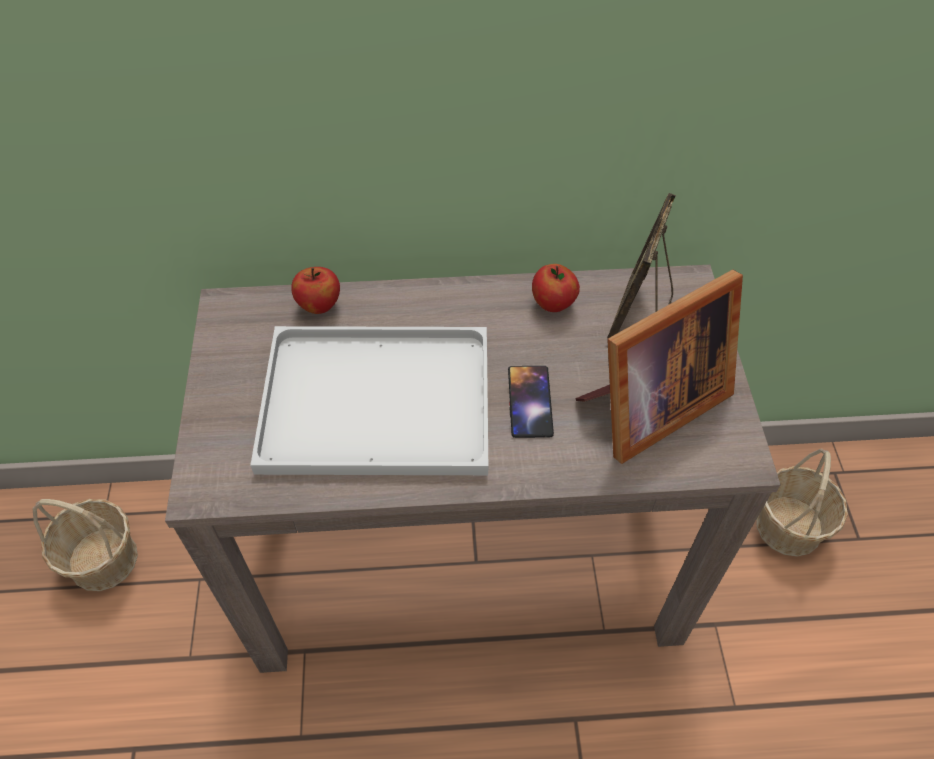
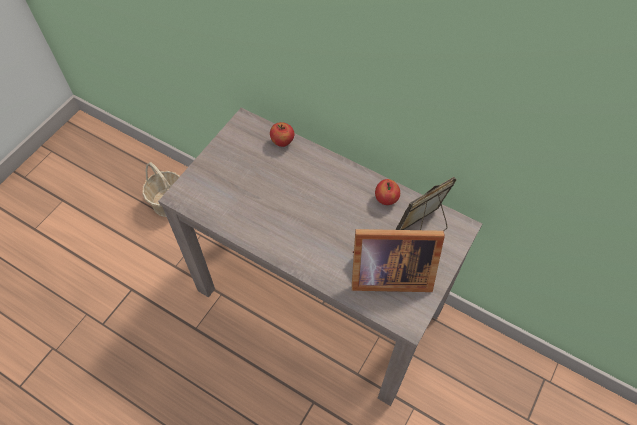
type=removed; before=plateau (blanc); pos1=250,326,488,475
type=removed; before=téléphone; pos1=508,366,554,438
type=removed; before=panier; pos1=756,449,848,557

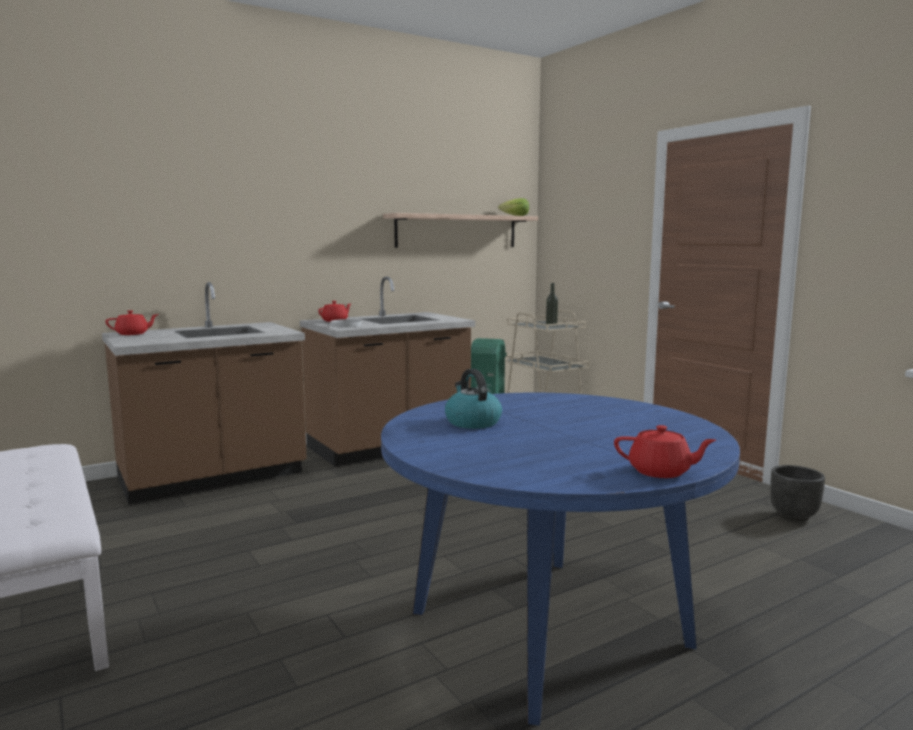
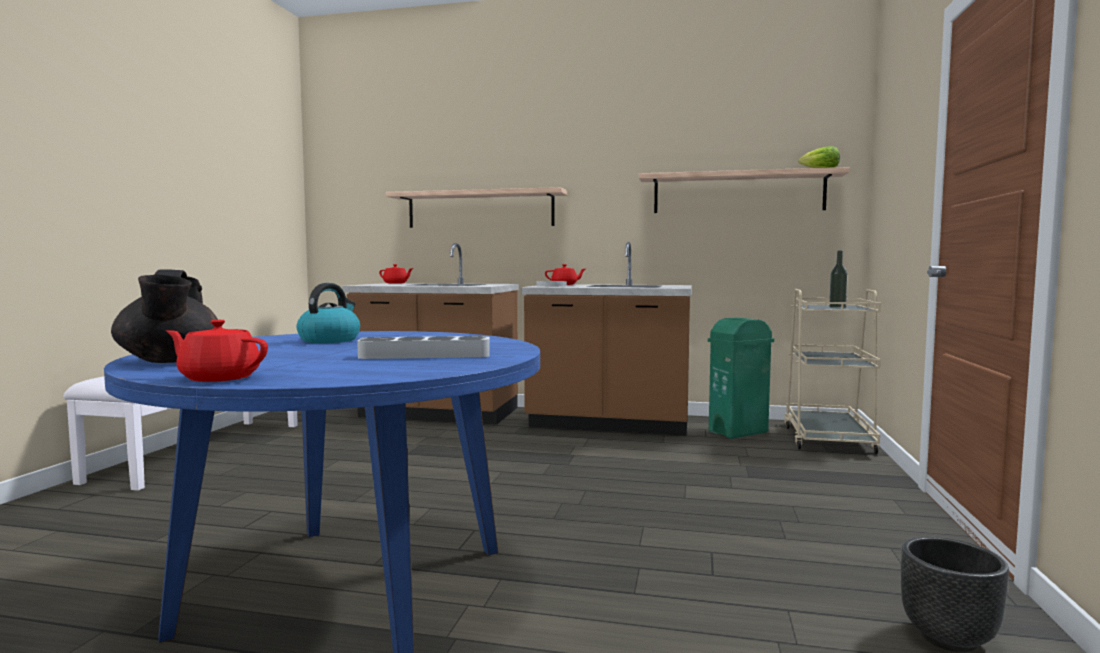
type=added; after=théière (noir); pos2=111,269,218,363
type=added; after=plateau (gris); pos2=357,336,490,359
type=added; after=étagère; pos2=386,187,567,228
type=turned; before=théière (rouge); pos1=614,425,716,478; pos2=166,320,268,382; turn=135

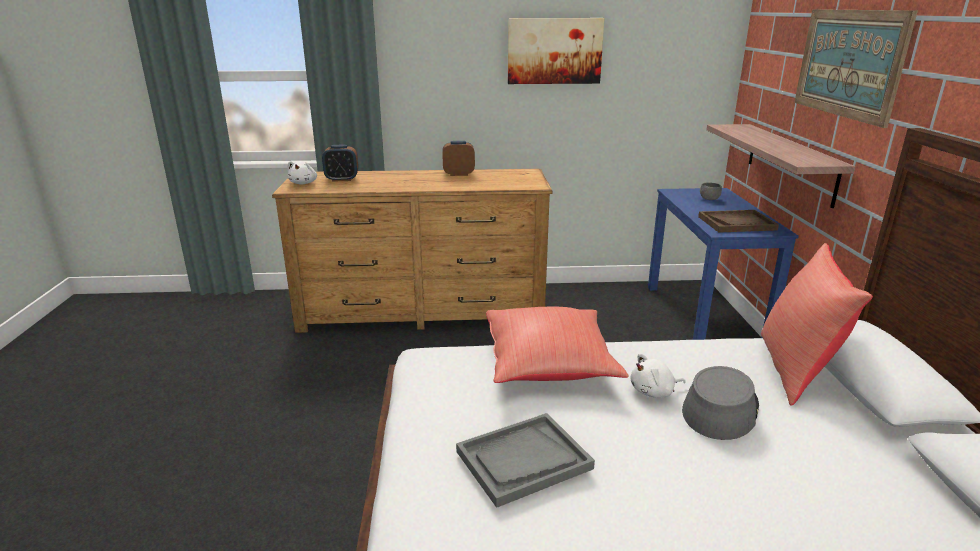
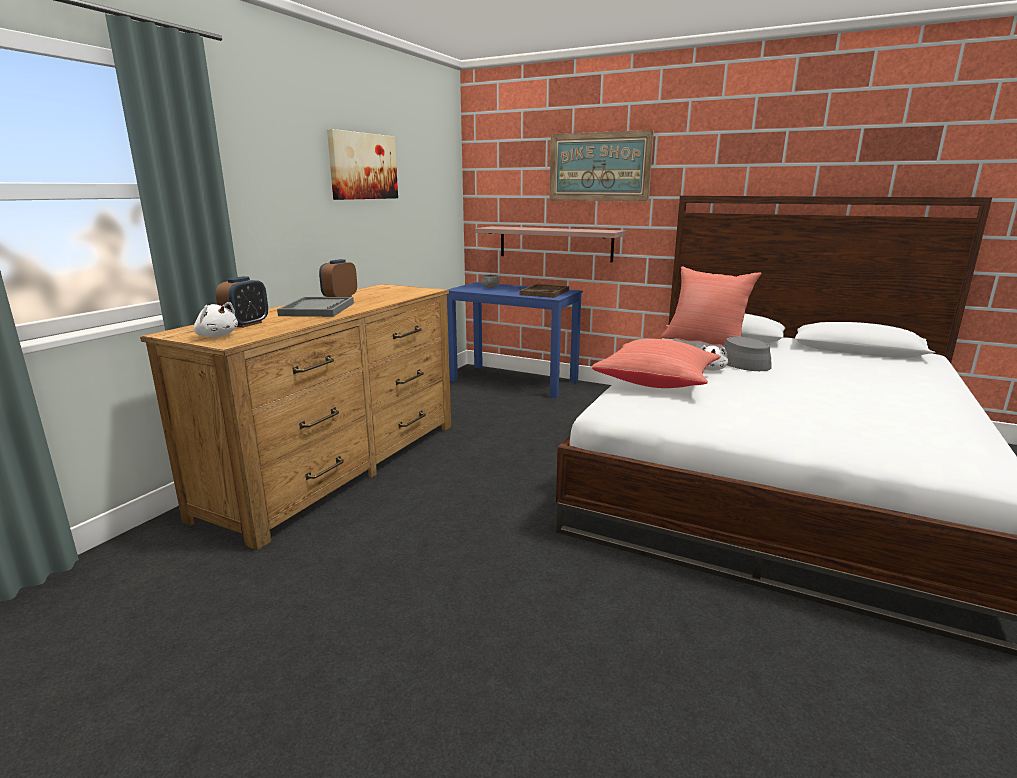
type=moved; before=plateau (gris); pos1=456,413,595,508; pos2=277,297,354,317

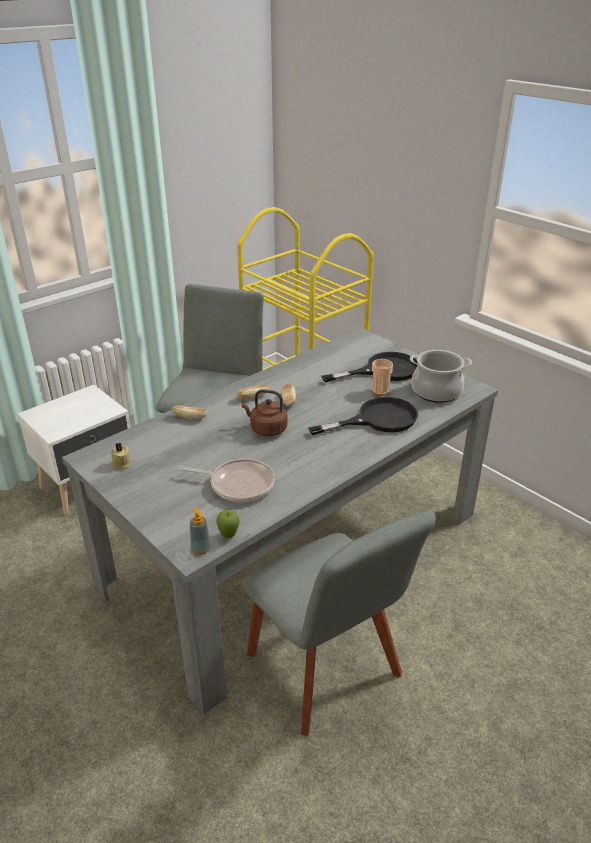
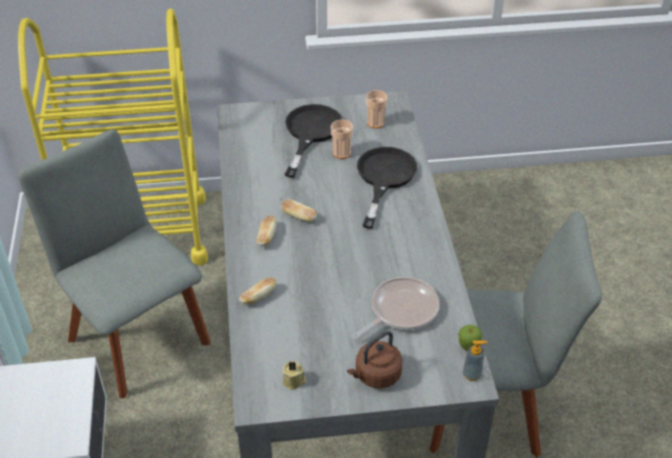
type=moved; before=bouilloire (marron); pos1=242,389,287,437; pos2=347,331,403,389
type=replaced; before=marmite; after=tasse; pos1=410,350,472,403; pos2=366,90,388,128

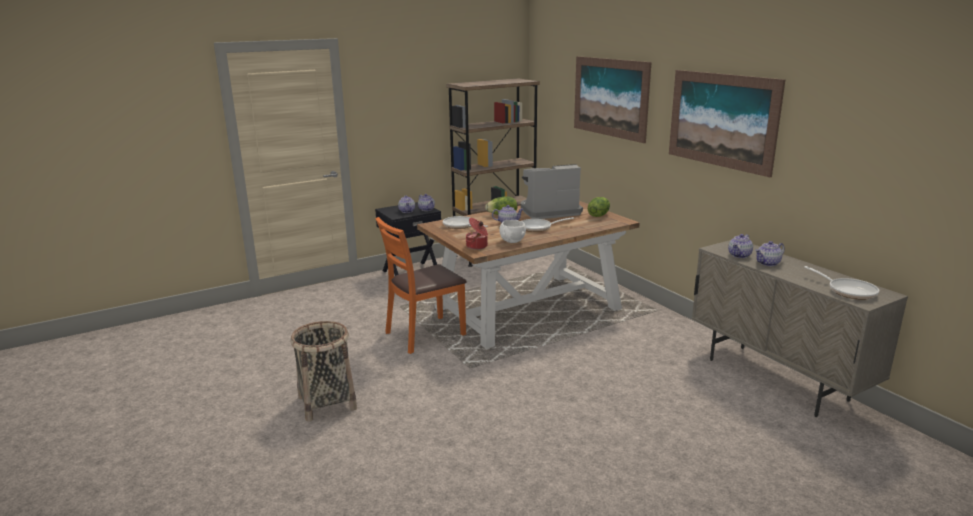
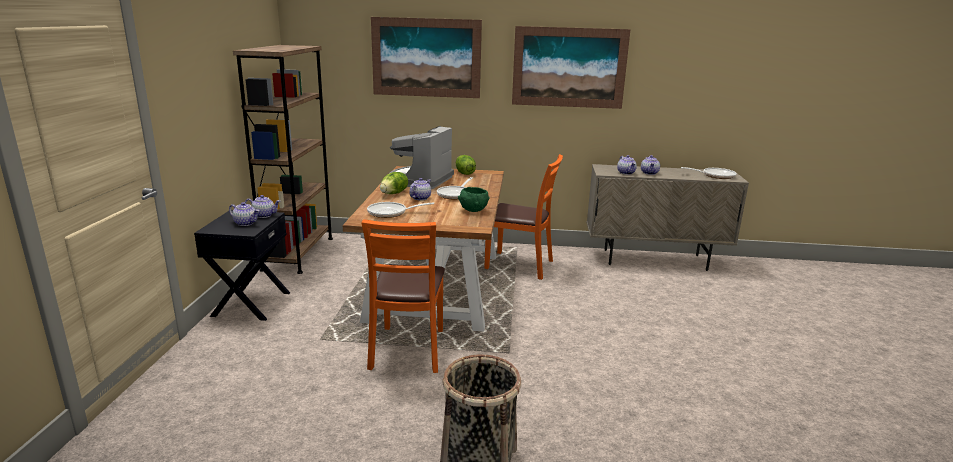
type=removed; before=marmite; pos1=466,218,488,250
type=added; after=chaise (orange); pos2=484,154,563,280
type=recoloured; before=bol (blanc); after=bol (vert); pos1=499,220,526,243; pos2=458,187,489,212

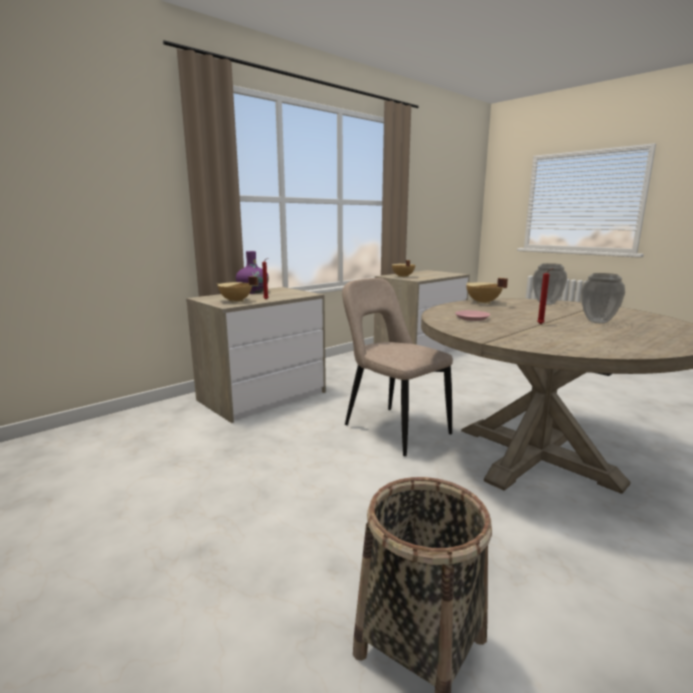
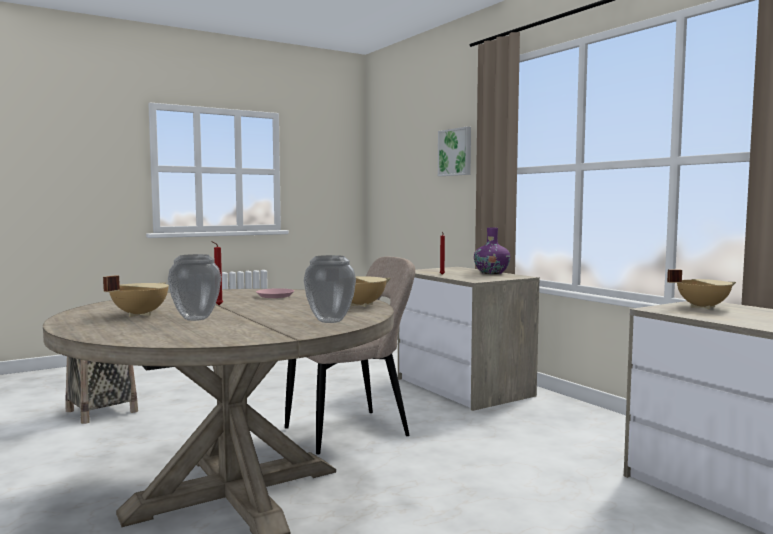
type=added; after=tableau; pos2=438,127,471,176
type=moved; before=marmite (beige); pos1=216,276,258,303; pos2=103,275,169,317

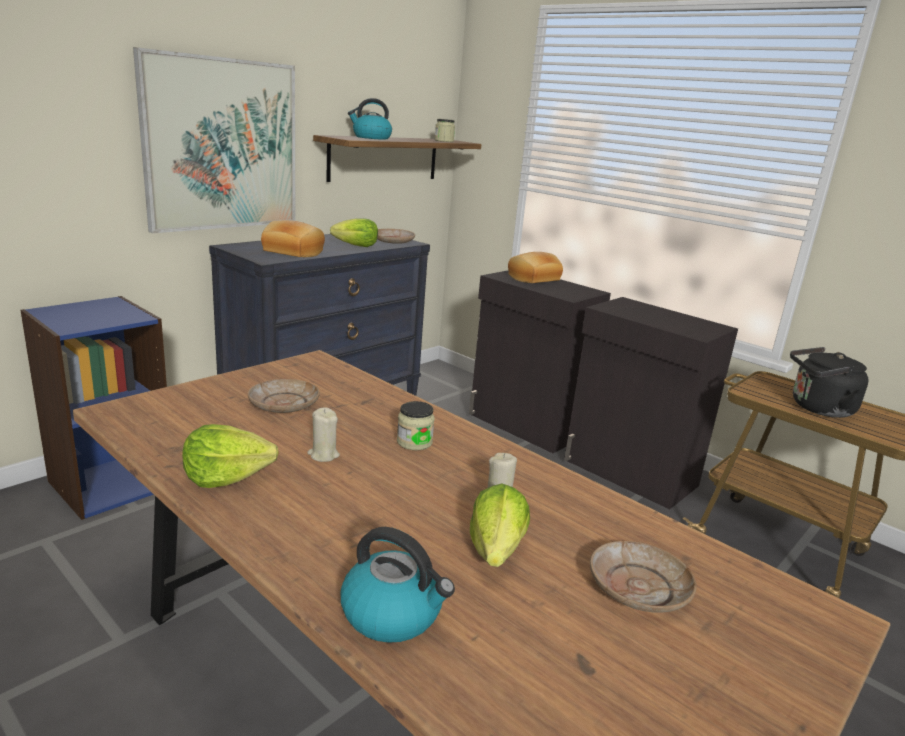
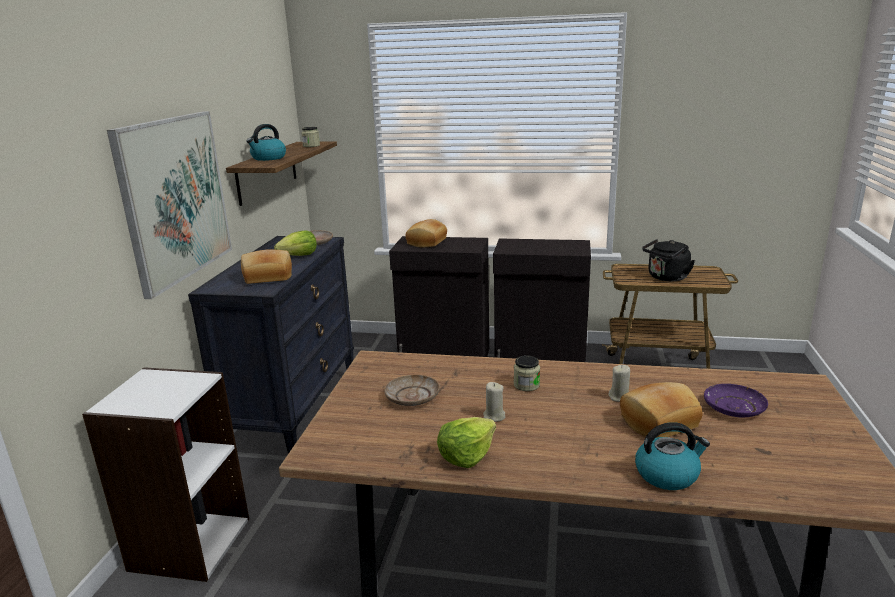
type=replaced; before=laitue; after=pain; pos1=470,483,530,567; pos2=620,382,702,438
type=recoloured; before=bibliothèque (bleu); after=bibliothèque (blanc); pos1=20,296,167,520; pos2=82,367,249,582
type=recoloured; before=assiette (beige); after=assiette (violet); pos1=590,541,697,613; pos2=704,384,768,417

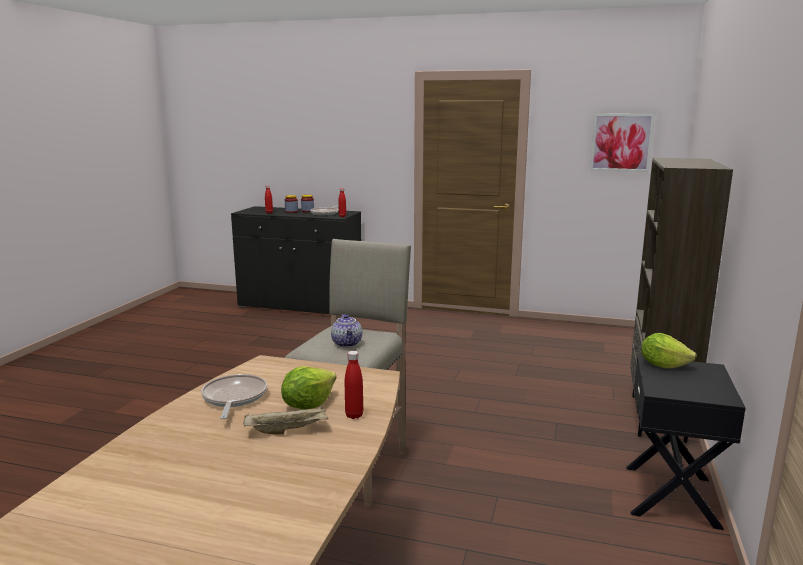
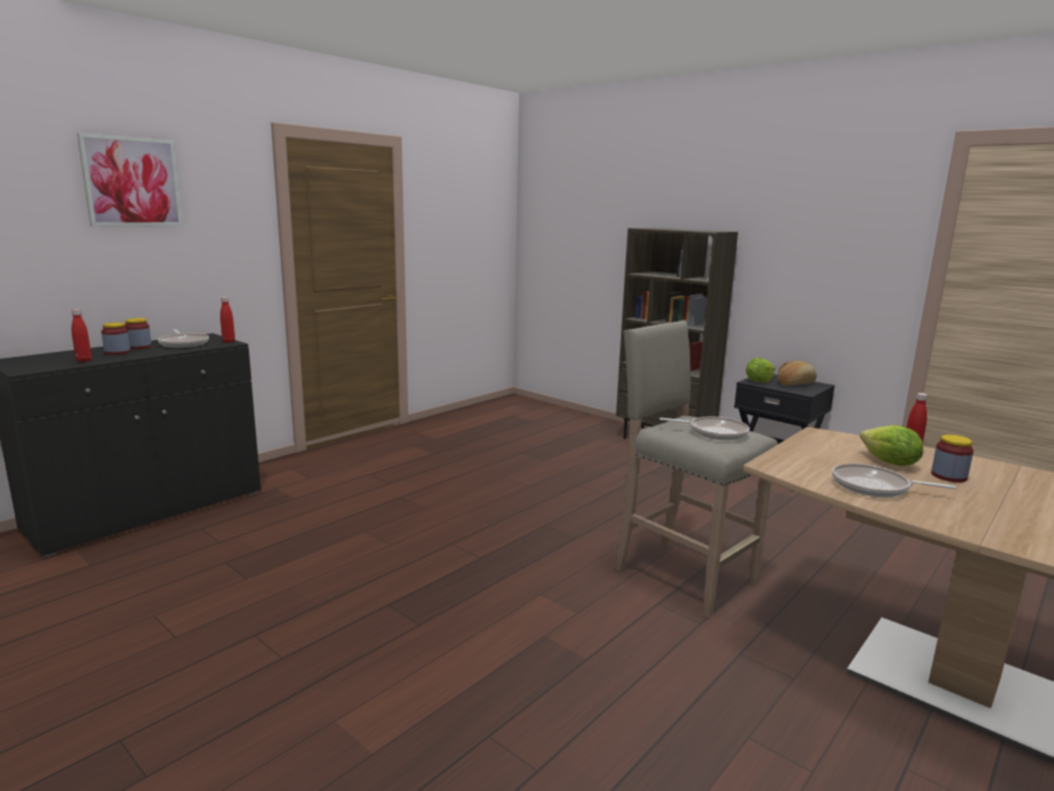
type=added; after=pain; pos2=778,361,817,386
type=moved; before=tableau; pos1=590,113,655,172; pos2=77,133,183,227
type=replaced; before=plateau (beige); after=bocal; pos1=243,405,328,434; pos2=931,435,974,482
type=replaced; before=théière; after=poêle; pos1=331,314,362,348; pos2=659,416,750,440

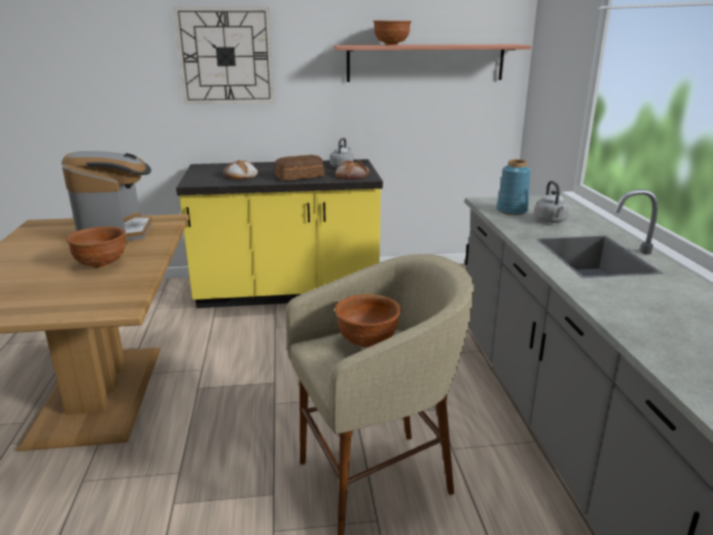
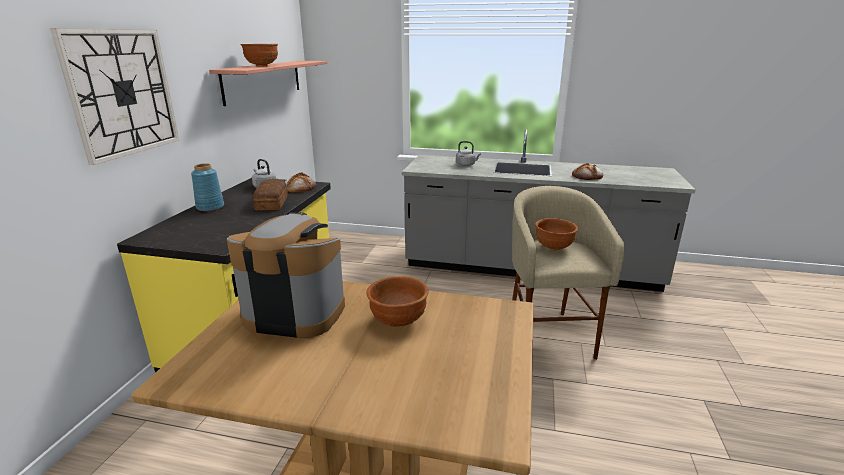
type=moved; before=pain; pos1=223,160,258,179; pos2=572,163,603,180
type=moved; before=vase (bleu); pos1=497,159,531,215; pos2=191,163,224,211

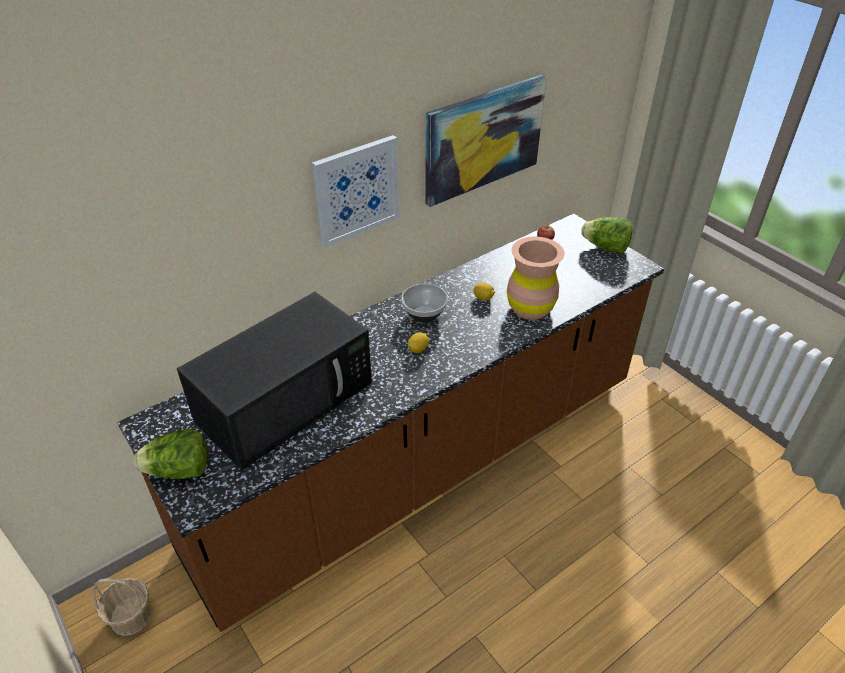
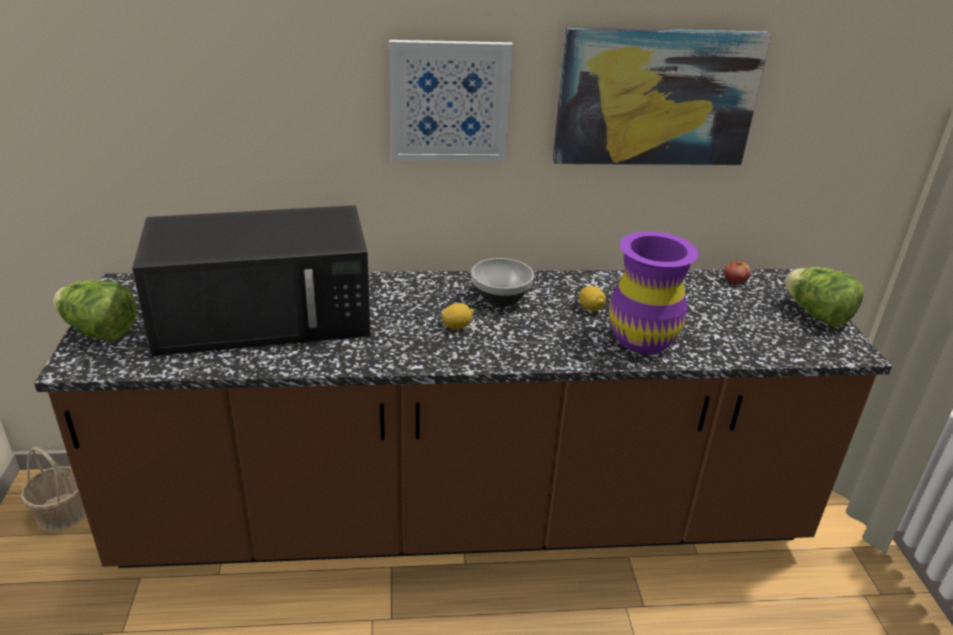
type=recoloured; before=vase (marron); after=vase (violet); pos1=507,237,565,320; pos2=609,231,699,354

